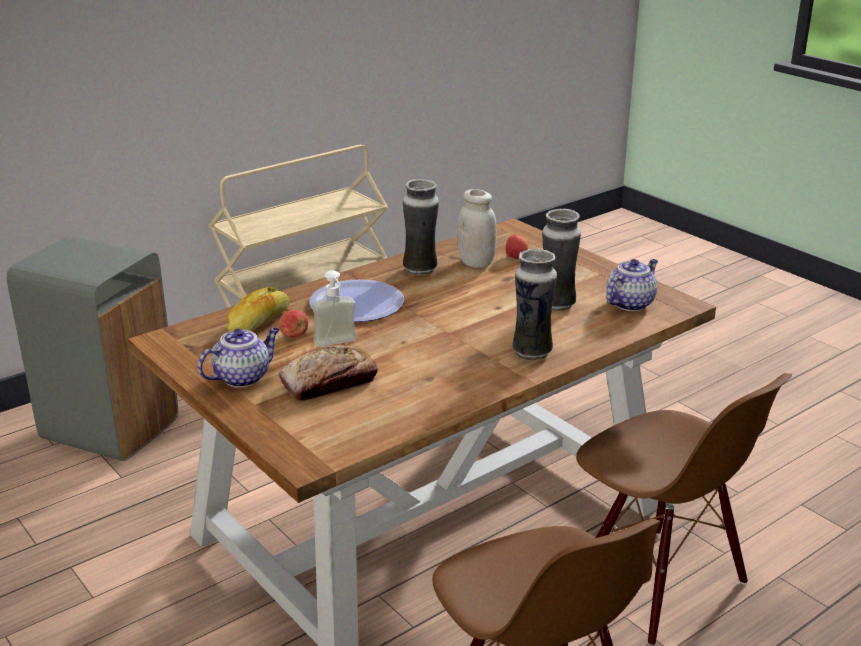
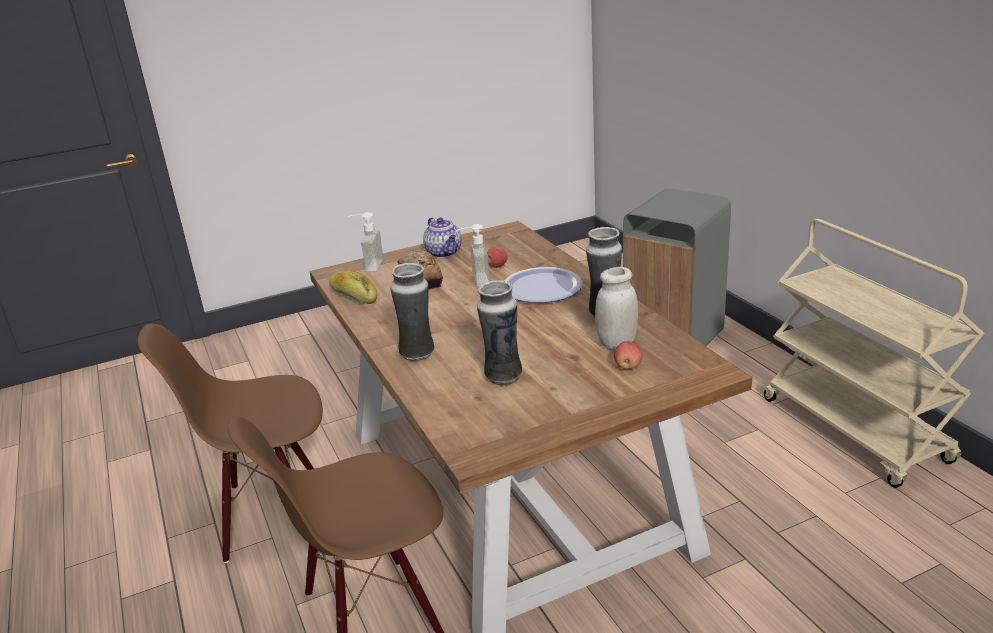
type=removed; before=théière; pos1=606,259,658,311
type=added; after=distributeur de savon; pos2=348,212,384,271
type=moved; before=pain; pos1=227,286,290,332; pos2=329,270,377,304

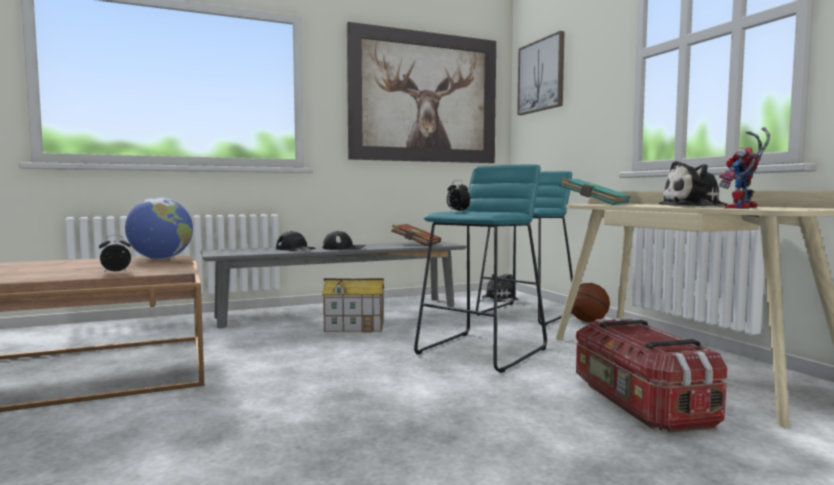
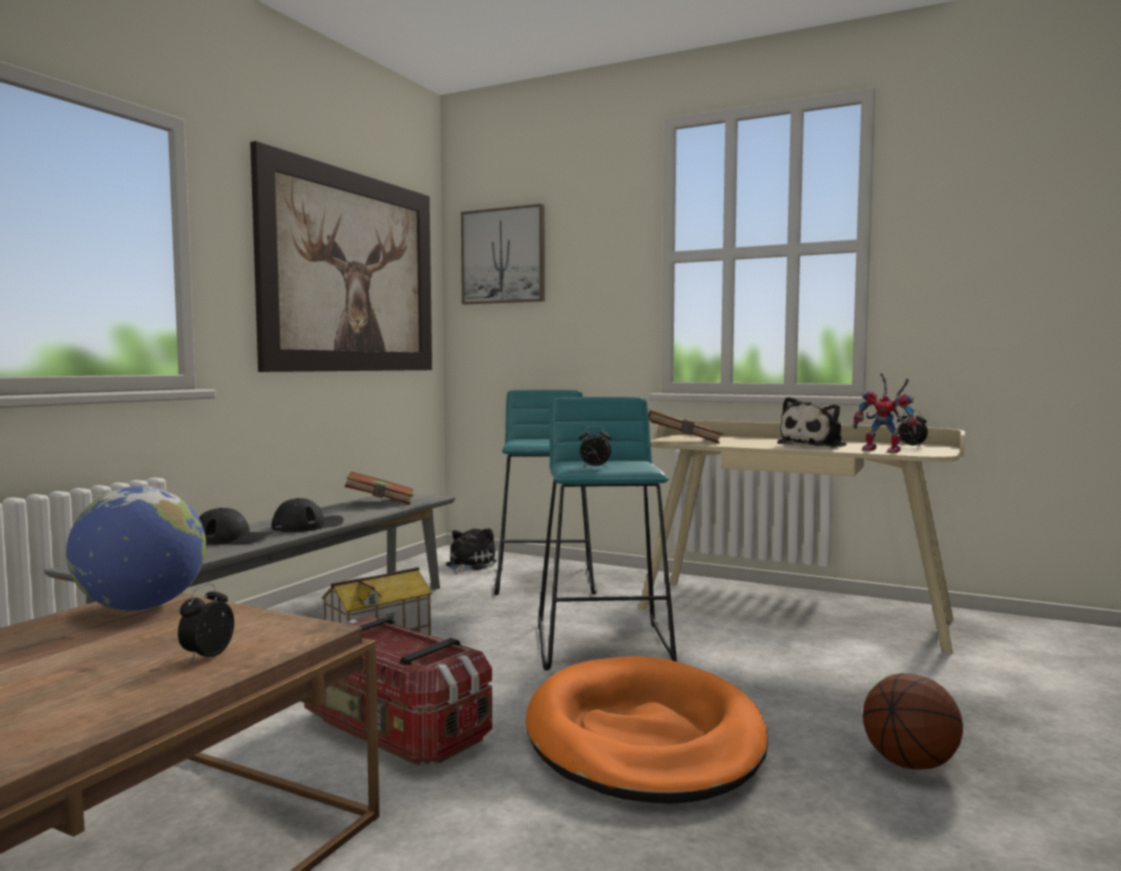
type=added; after=panier pour chien (orange); pos2=526,656,768,804
type=added; after=réveil; pos2=897,410,928,447
type=moved; before=ballon de basket; pos1=571,283,610,322; pos2=863,673,963,769
type=moved; before=boîte de rangement; pos1=576,318,727,433; pos2=304,617,492,765
type=recoloured; before=livre (turquoise); after=livre (marron); pos1=559,178,630,205; pos2=648,410,723,444
type=turned; before=robot jouet; pos1=719,127,770,209; pos2=853,373,917,453; turn=-60

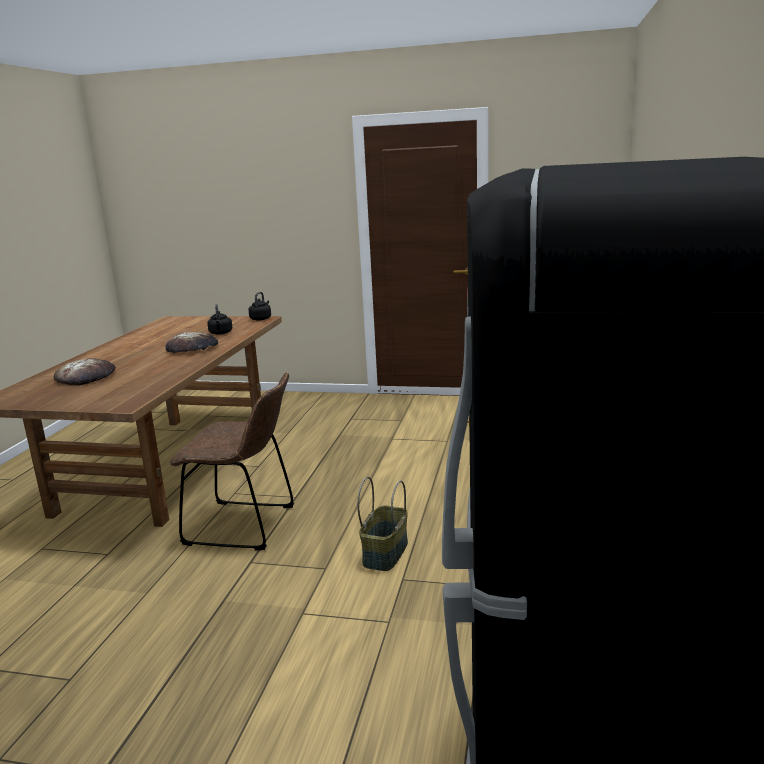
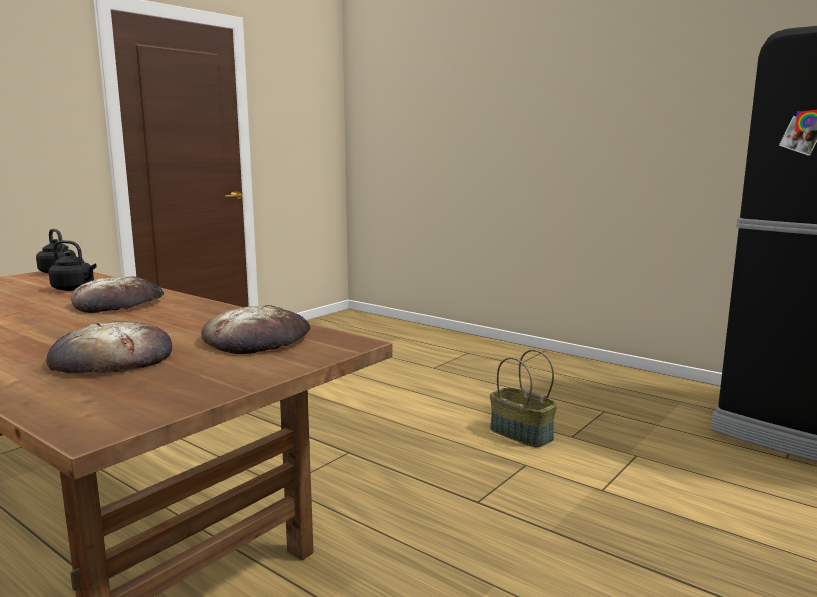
type=removed; before=chaise (marron); pos1=170,373,294,550
type=added; after=pain; pos2=201,305,310,354

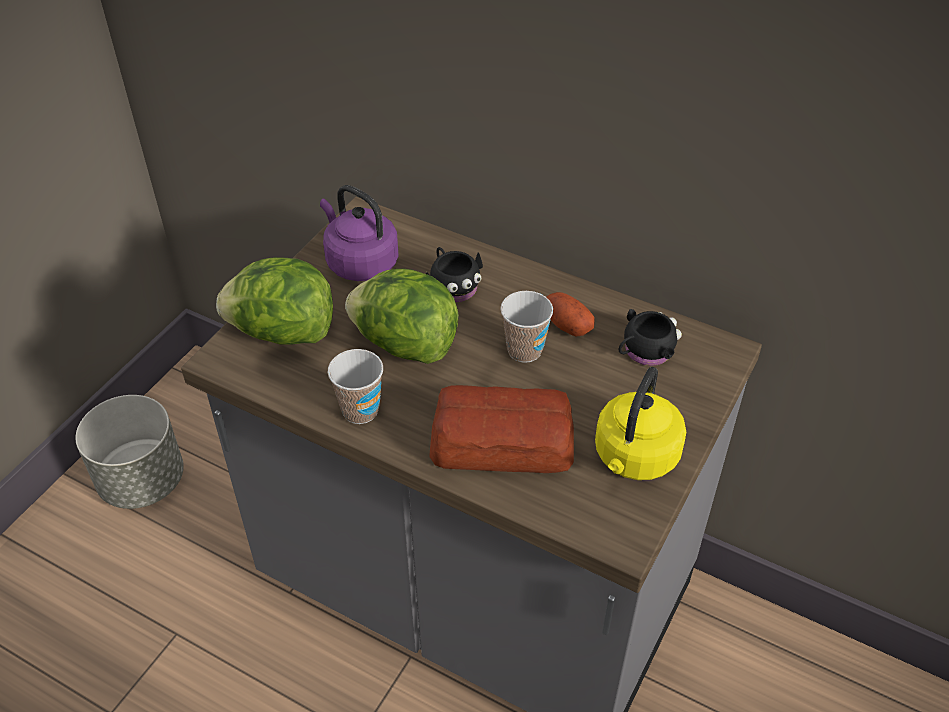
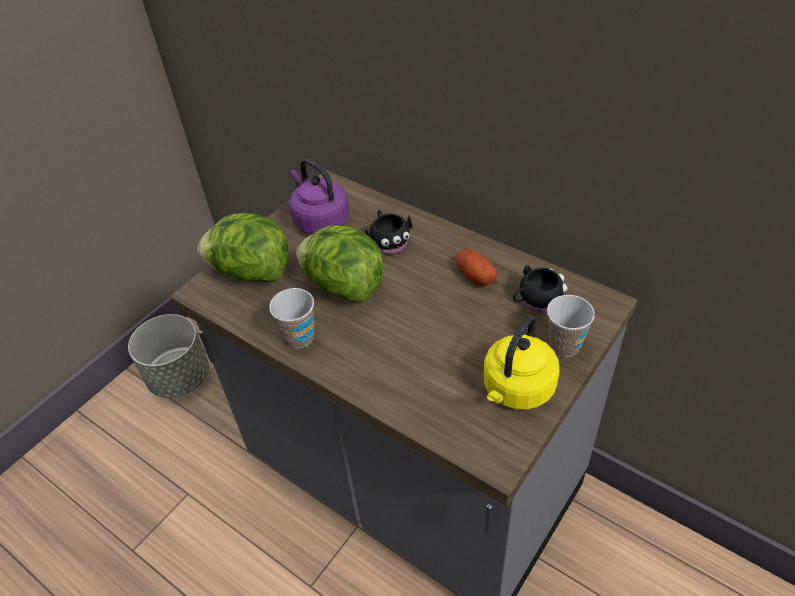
type=removed; before=pain; pos1=429,385,574,473
type=moved; before=tasse; pos1=500,291,553,363; pos2=547,295,595,357

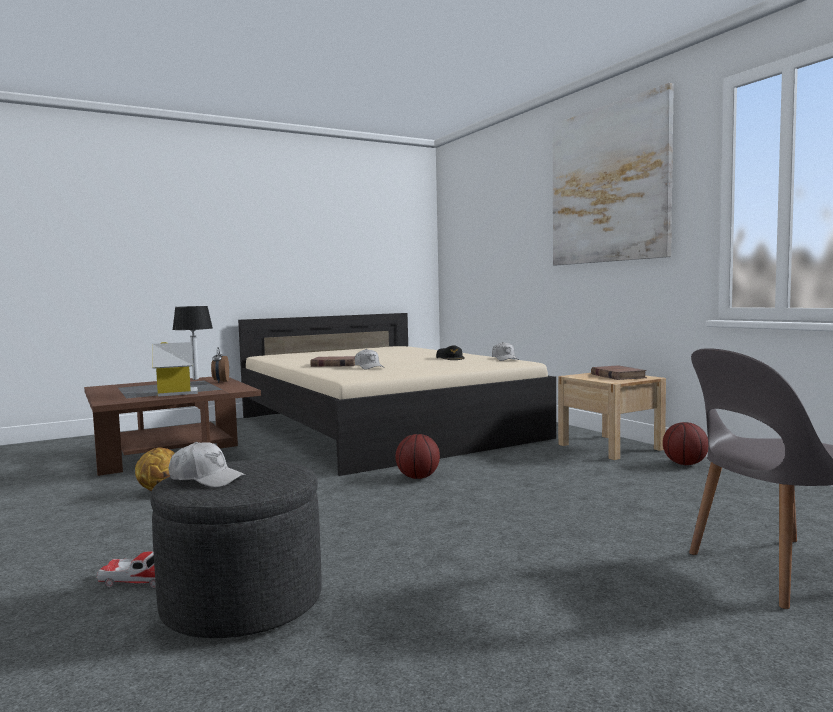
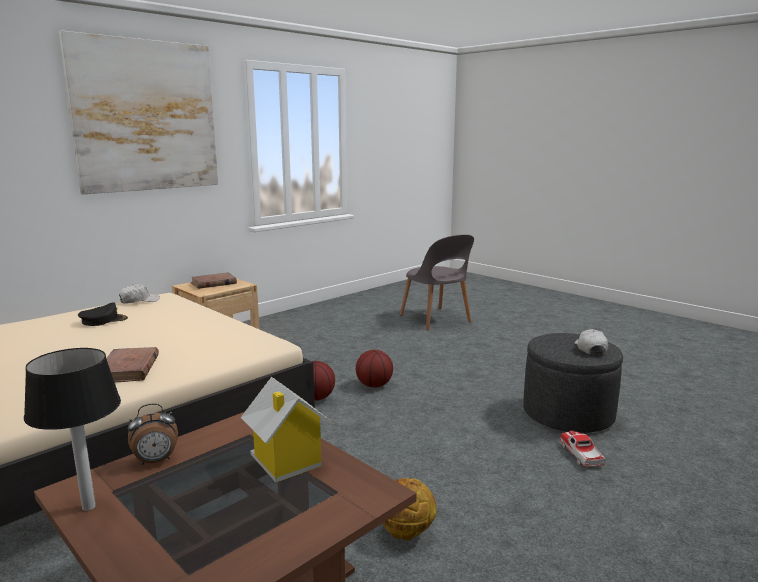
type=removed; before=casquette (blanc); pos1=355,349,384,370
type=moved; before=ballon de basket; pos1=663,422,708,465; pos2=356,350,393,388

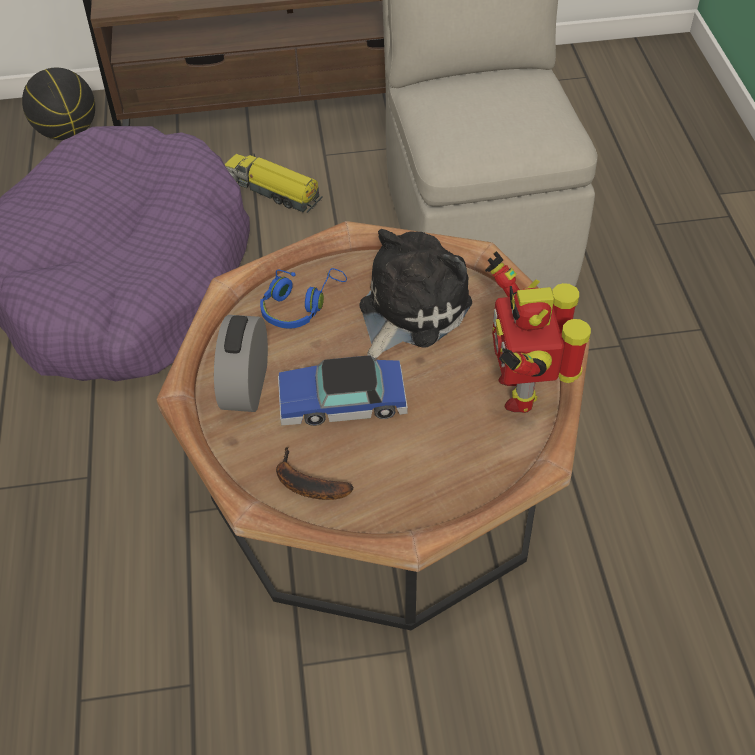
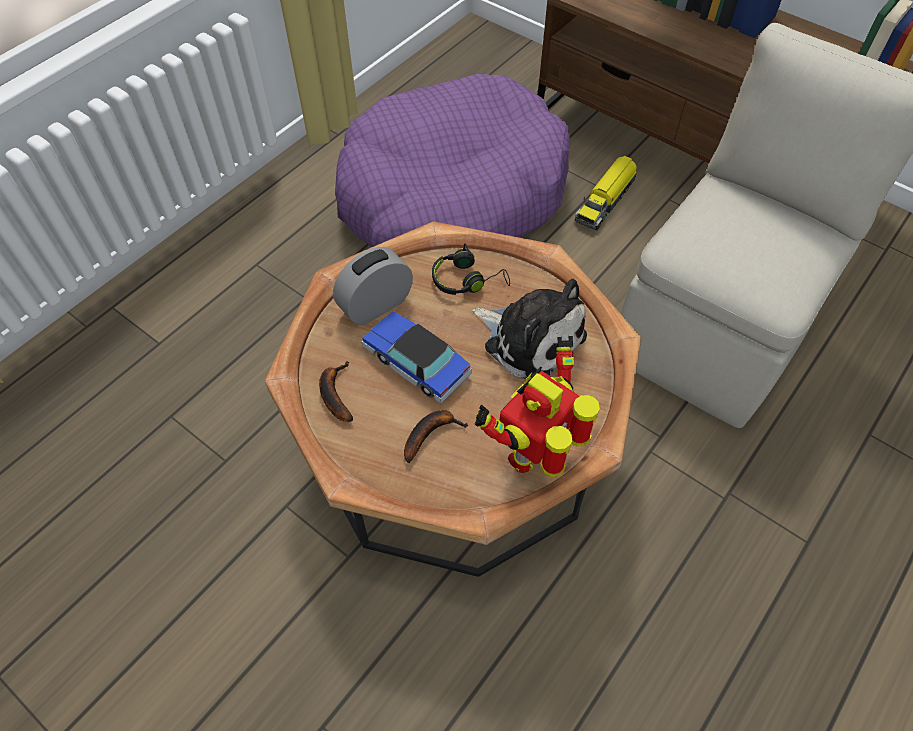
type=removed; before=ballon de basket; pos1=22,68,95,140
type=added; after=banane; pos2=404,410,468,463
type=recoloured; before=casque audio (bleu); after=casque audio (noir); pos1=260,268,347,329; pos2=432,243,510,295
type=turned; before=camion jouet; pos1=224,153,323,213; pos2=575,156,637,230; turn=-135
type=turned; before=peluche; pos1=359,229,472,359; pos2=472,279,587,379; turn=45

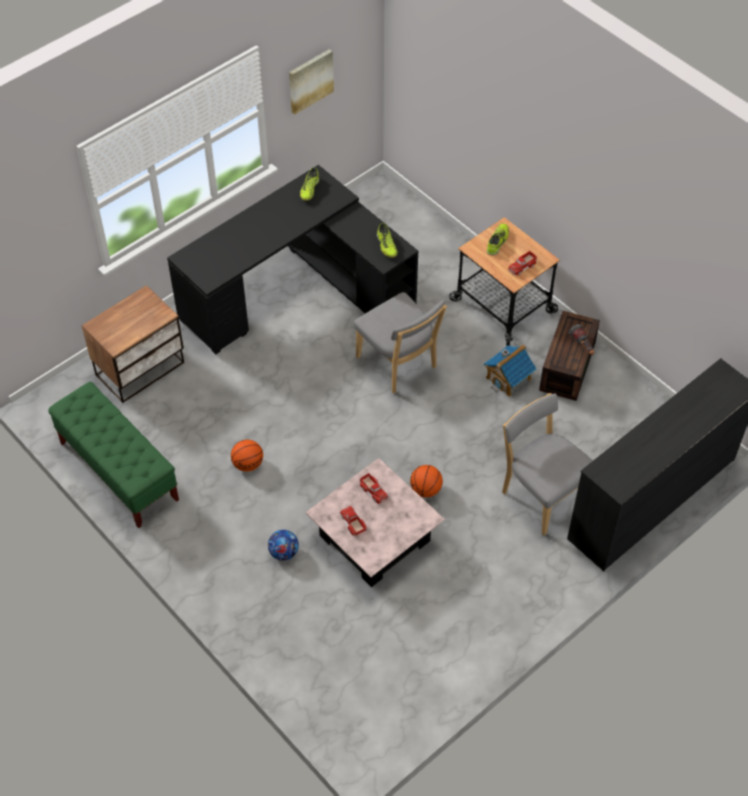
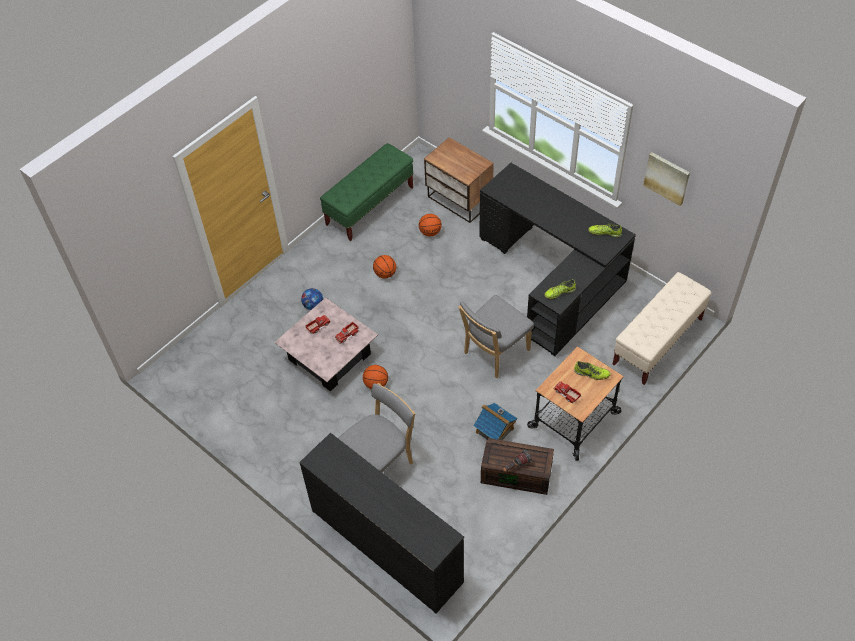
type=added; after=ballon de basket; pos2=419,214,442,237
type=added; after=banc (beige); pos2=612,272,711,385

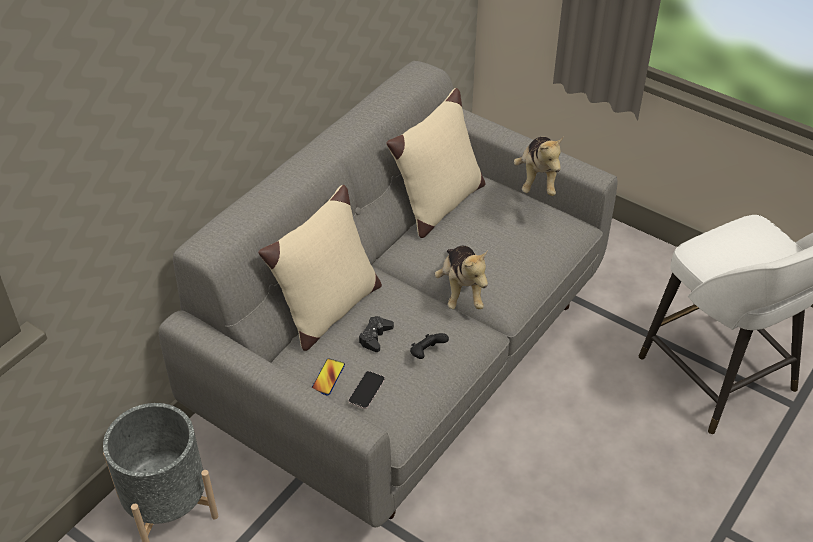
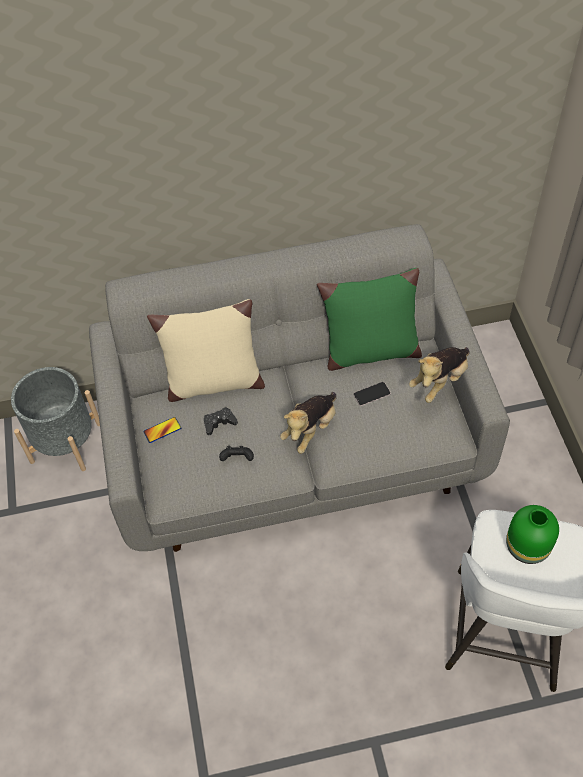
type=added; after=vase (vert); pos2=506,505,559,564
type=moved; before=téléphone; pos1=348,371,385,409; pos2=353,382,391,406
type=recoloured; before=coussin (beige); after=coussin (vert); pos1=386,88,485,238; pos2=317,268,422,371

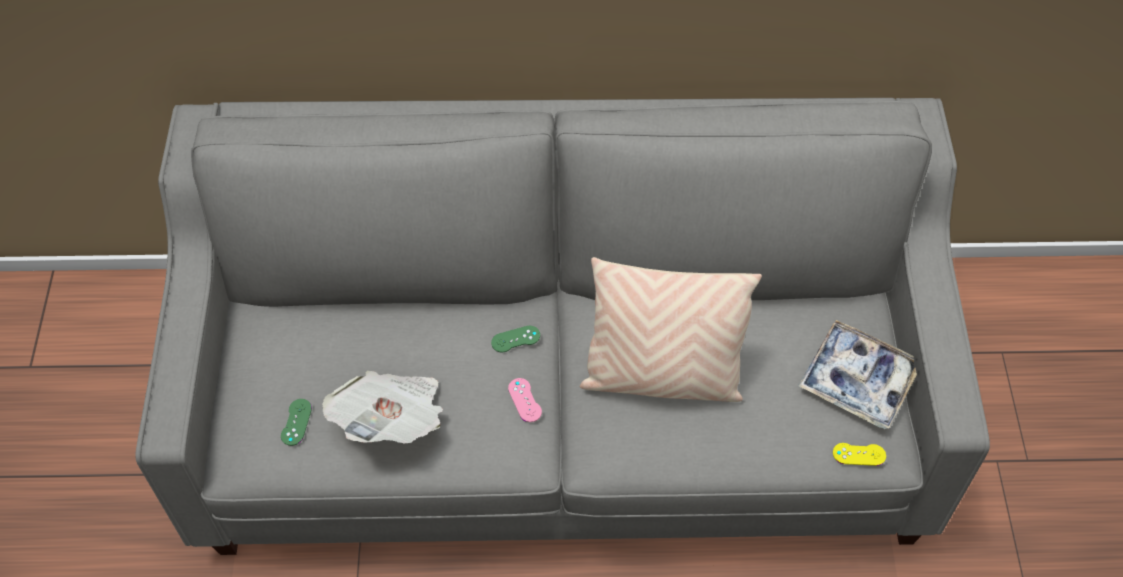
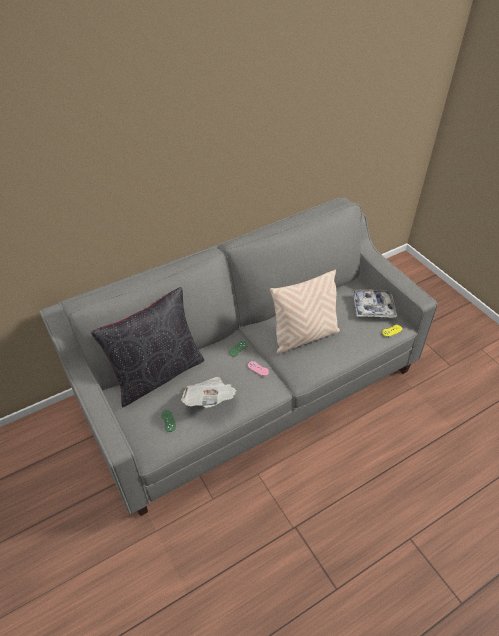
type=added; after=coussin (noir); pos2=91,287,204,408

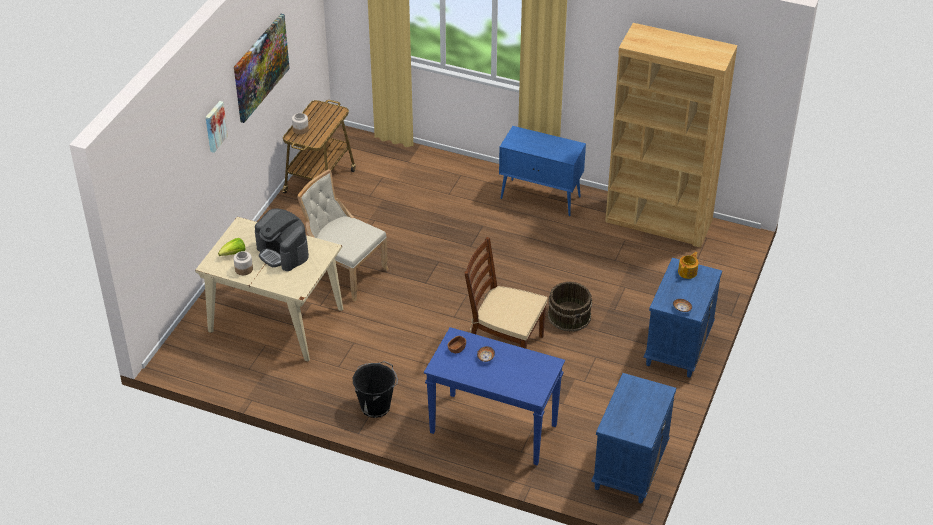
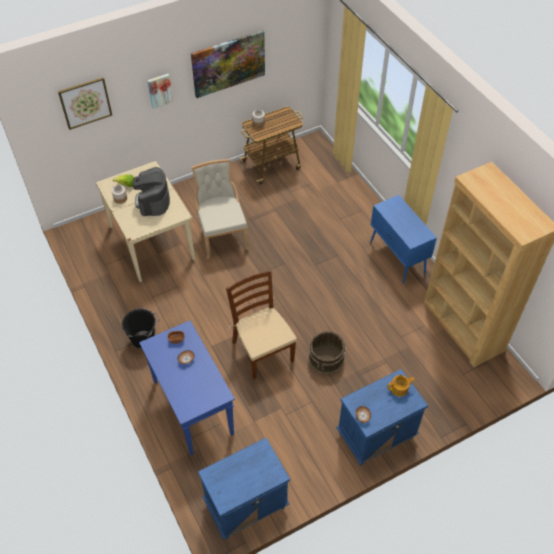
type=added; after=tableau; pos2=58,77,112,130

